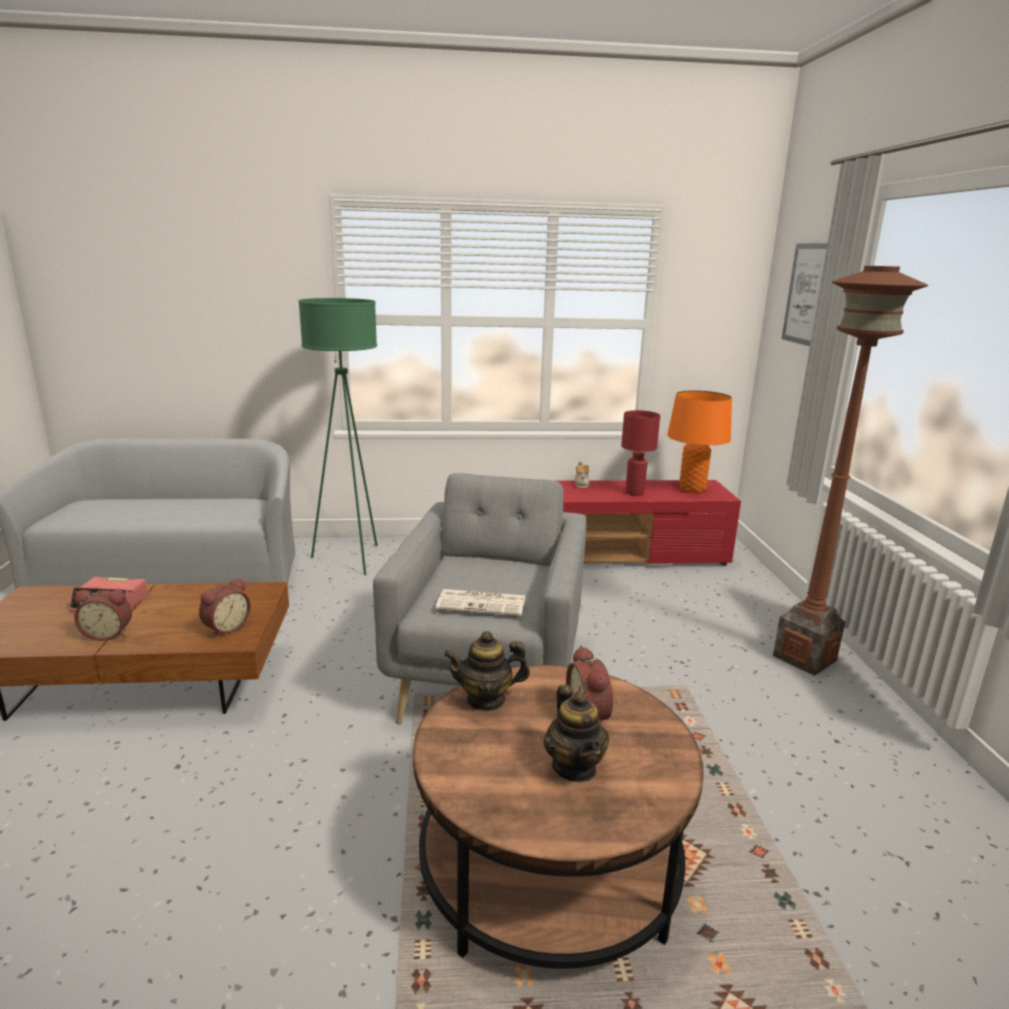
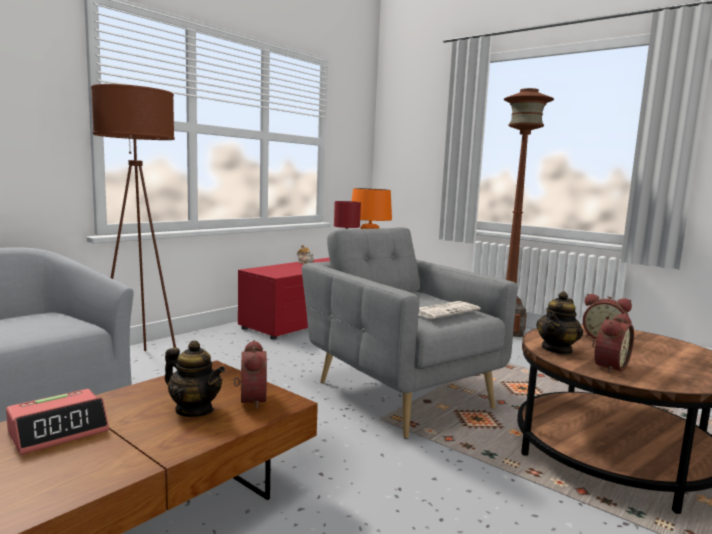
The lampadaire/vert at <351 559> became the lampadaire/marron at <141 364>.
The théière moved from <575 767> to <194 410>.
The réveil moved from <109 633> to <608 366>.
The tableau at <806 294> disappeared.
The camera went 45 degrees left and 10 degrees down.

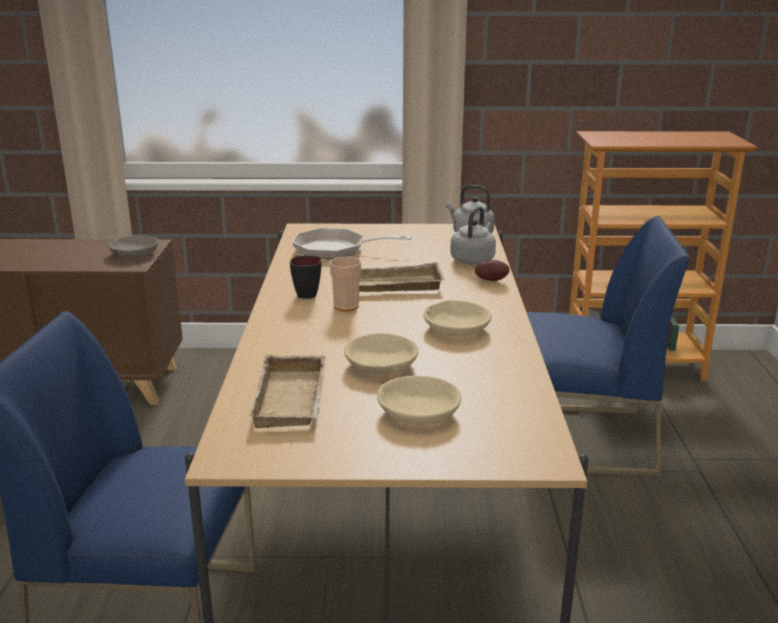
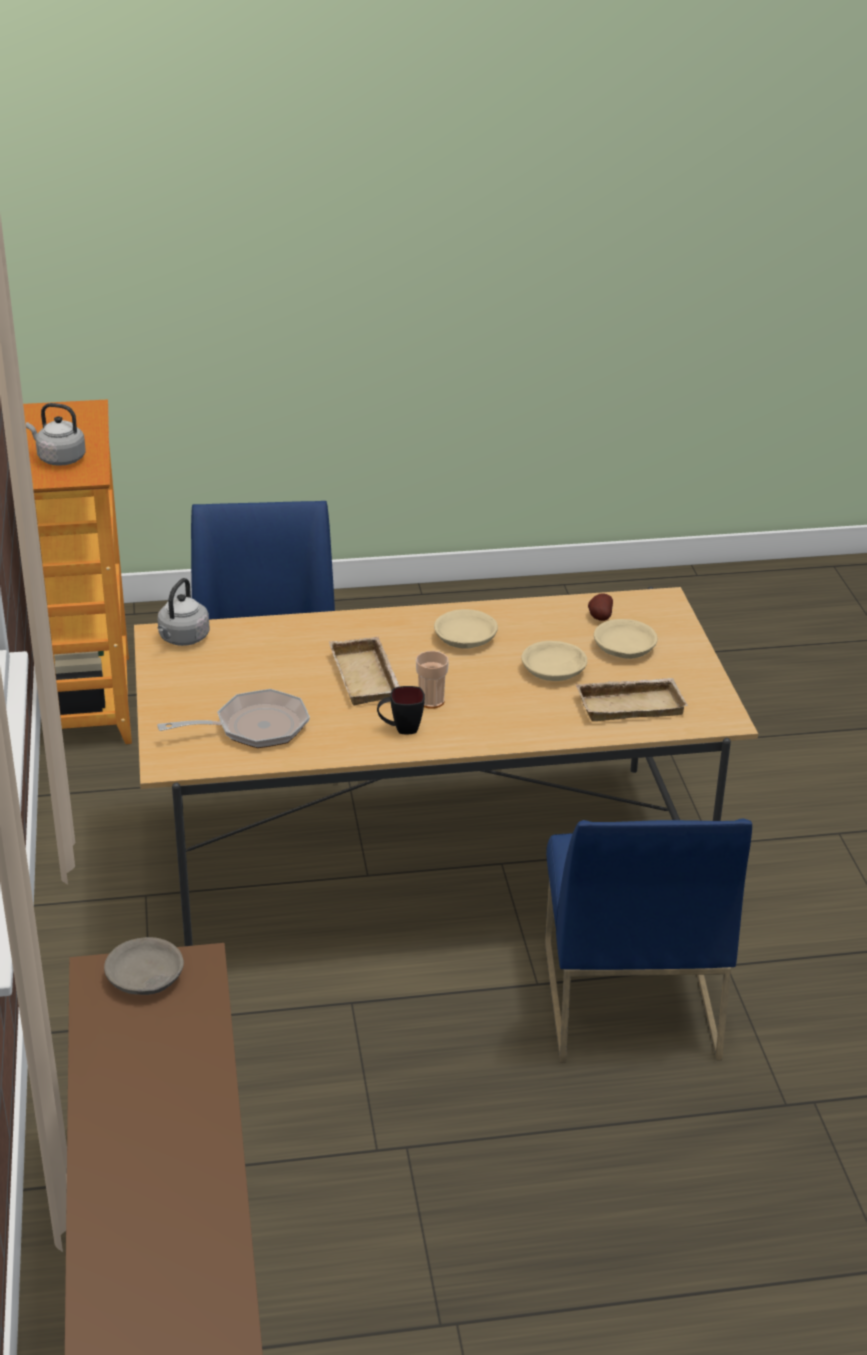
The bouilloire/gris moved from <473 260> to <59 459>.
The poêle at <336 250> turned 105 degrees counterclockwise.
The pomme de terre moved from <492 281> to <599 617>.
The camera went 100 degrees left and 10 degrees up.

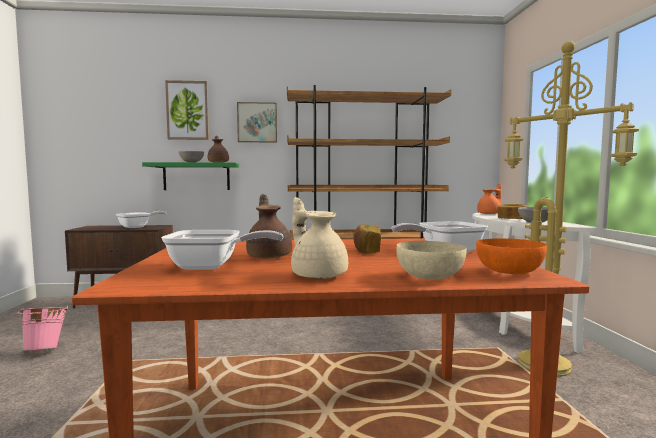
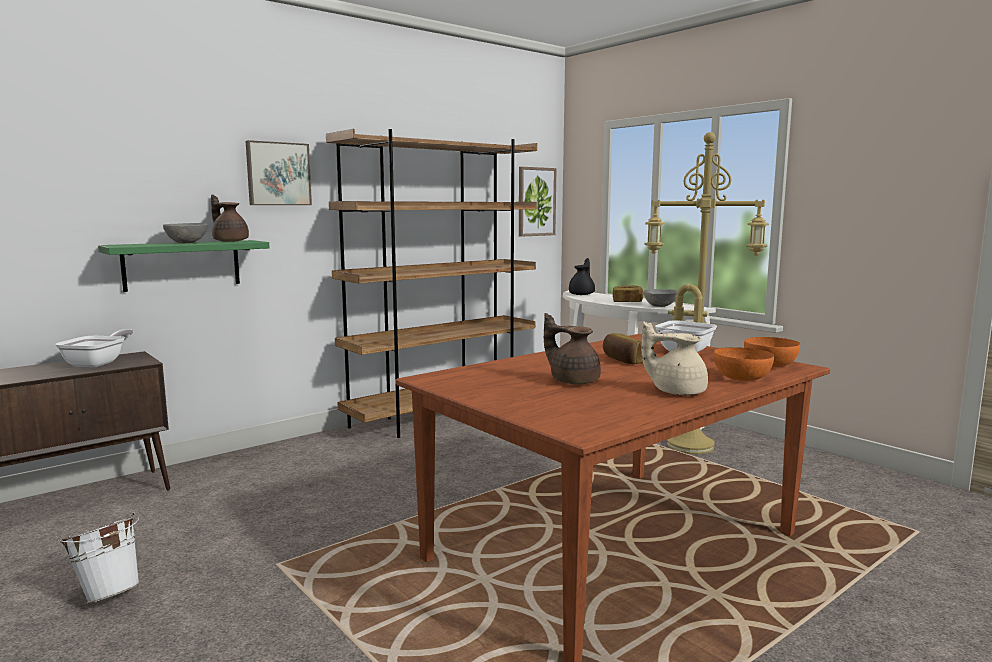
The seau/rose at <45 350> became the seau/blanc at <108 594>.
The tableau moved from <187 110> to <536 201>.
The théière/orange at <490 213> became the théière/noir at <582 294>.
The bol/beige at <430 276> became the bol/orange at <742 377>.
The poêle at <212 267> disappeared.
The camera went 35 degrees left and 5 degrees up.

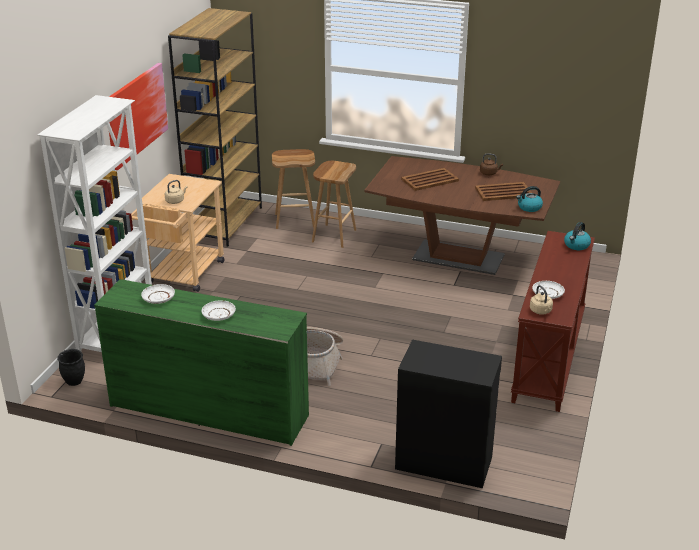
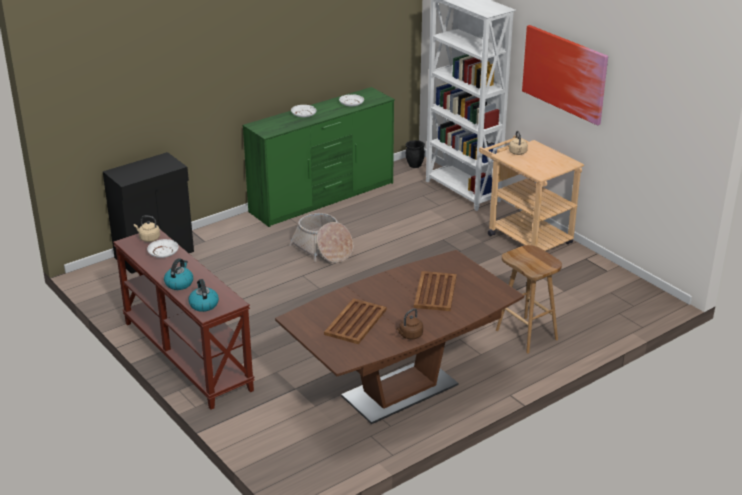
The bouilloire moved from <529 207> to <179 283>.
The bibliothèque/marron at <225 223> disappeared.
The tabouret/marron at <295 220> disappeared.
The camera went 125 degrees right and 0 degrees up.

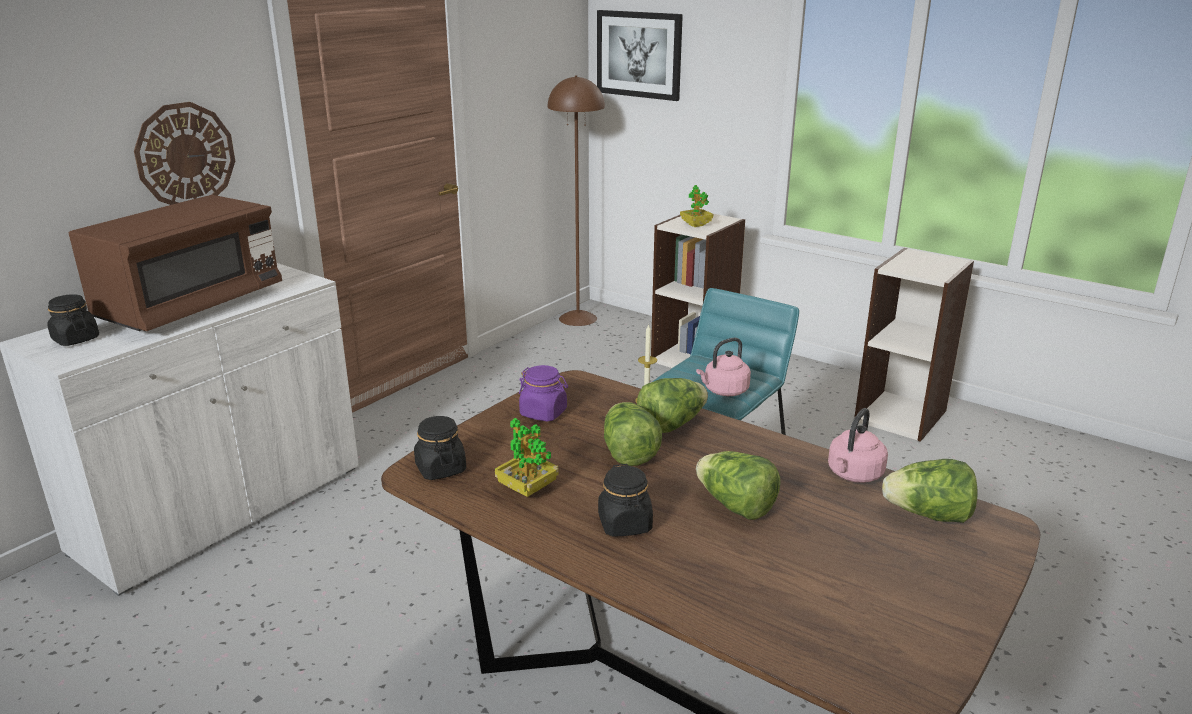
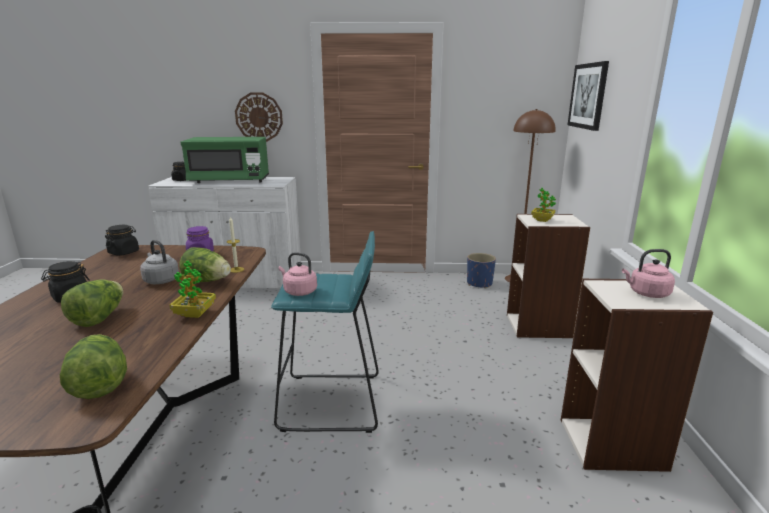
The laitue at <628 453> was replaced by the bouilloire/gris at <160 280>.
The plante en pot moved from <527 489> to <195 314>.
The micro-ondes/marron at <191 305> became the micro-ondes/vert at <230 181>.
The cache-pot/bleu at <479 283> appeared.
The bouilloire/rose moved from <853 475> to <646 293>.
The camera went 55 degrees right and 5 degrees down.

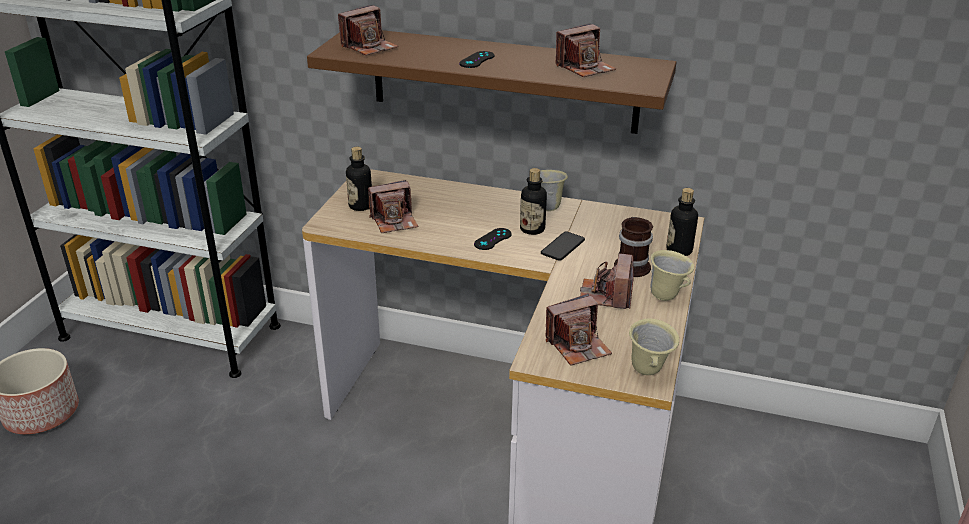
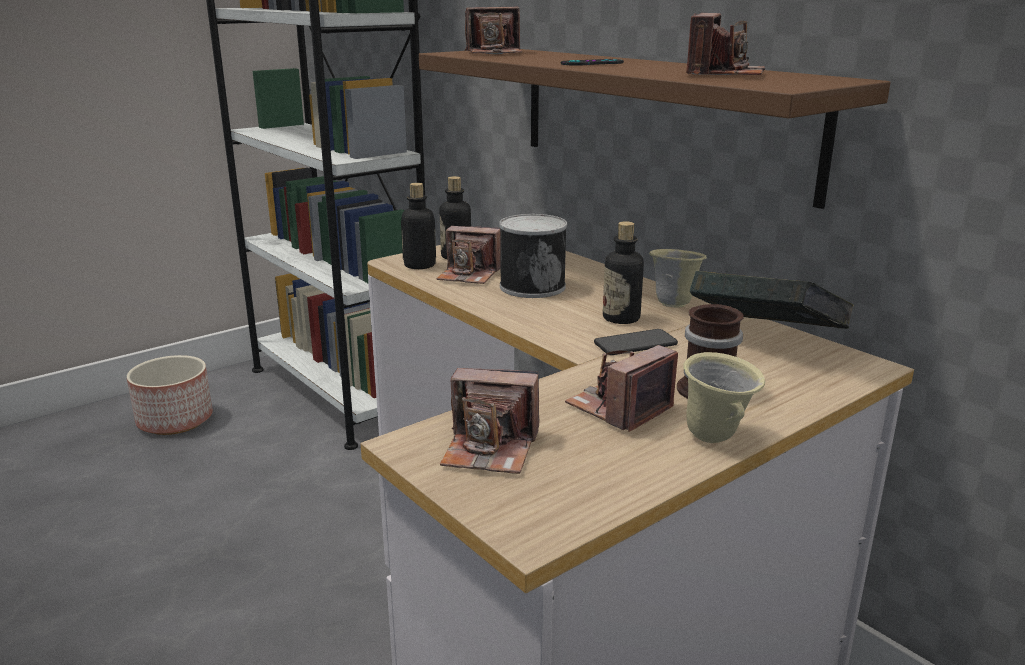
The bouteille moved from <679 250> to <419 265>.
The boîte métallique at <532 286> appeared.
The appareil photo at <585 68> turned 75 degrees counterclockwise.
The livre at <765 339> appeared.
The manette/noir at <493 239> disappeared.
The mug/beige at <649 372> disappeared.
The camera went 35 degrees right and 10 degrees down.

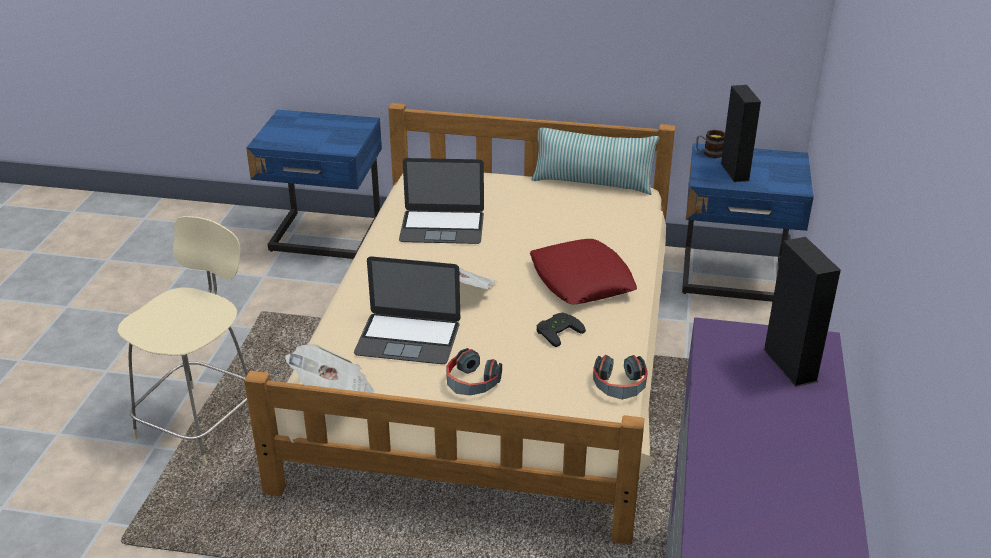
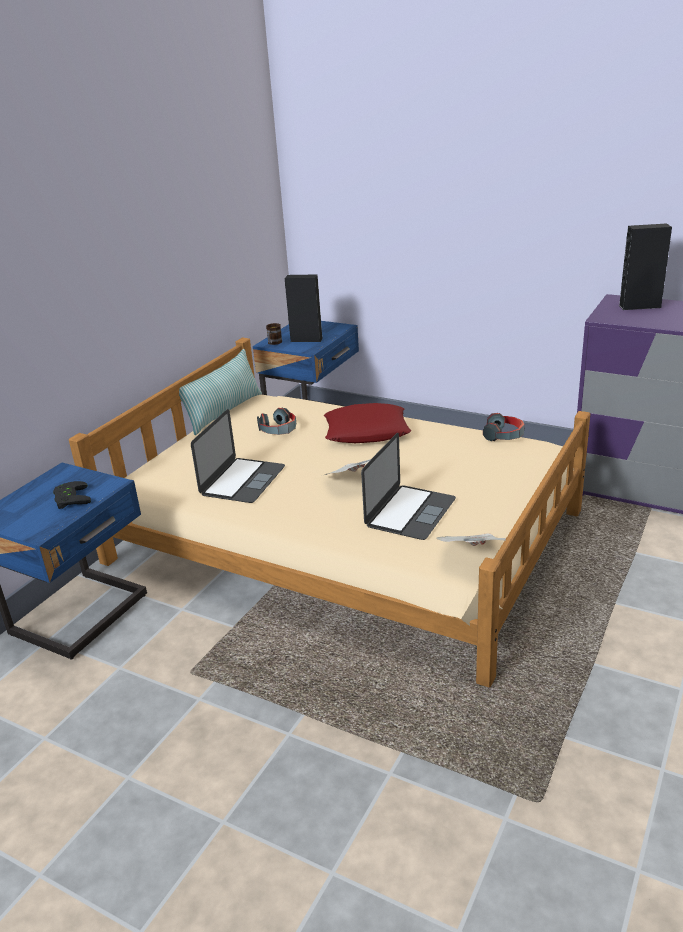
The manette/noir moved from <557 331> to <69 498>.
The casque audio moved from <471 383> to <279 430>.
The chaise/beige at <201 422> disappeared.
The camera went 70 degrees left and 5 degrees down.

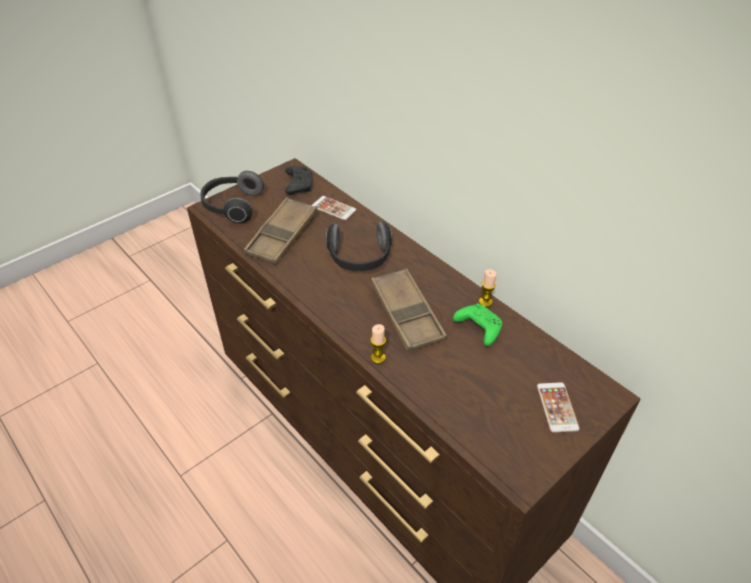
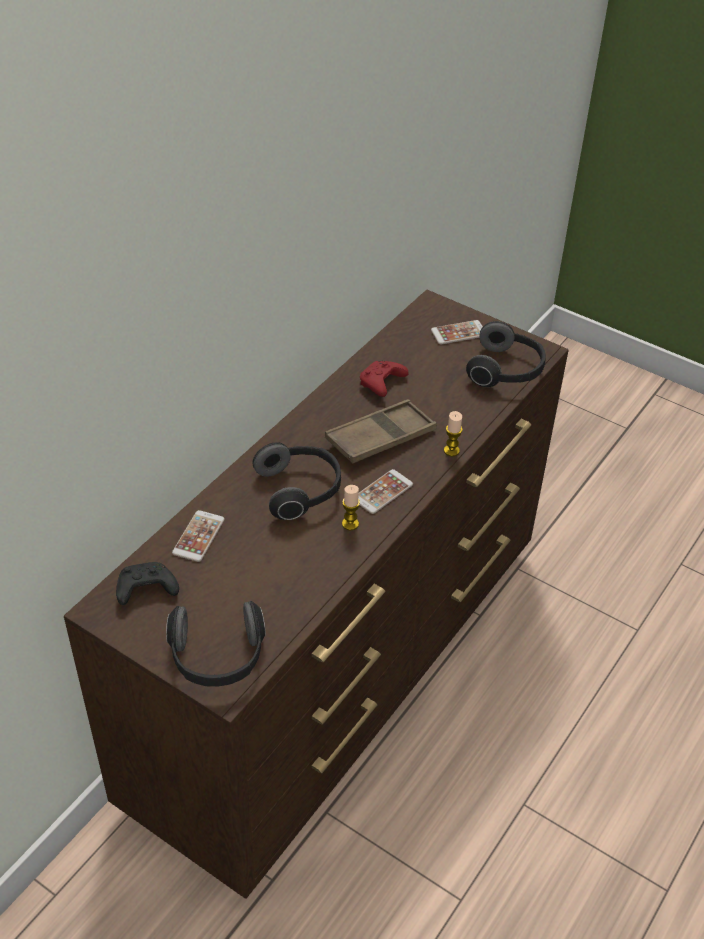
The bougie moved from <485 302> to <350 524>.
The téléphone at <382 492> appeared.
The manette/vert at <478 328> became the manette/rouge at <381 384>.
The casque audio at <506 371> appeared.
The plateau/marron at <282 235> disappeared.
The camera went 105 degrees left and 0 degrees up.

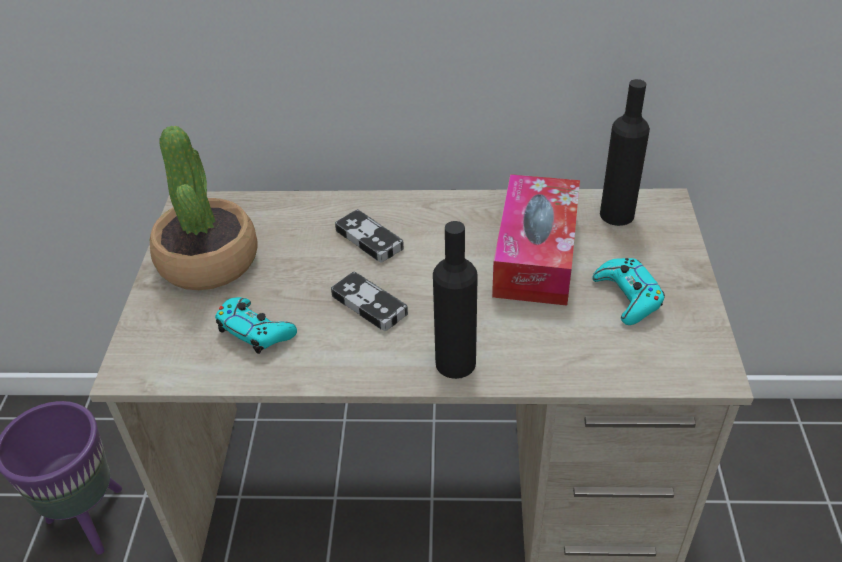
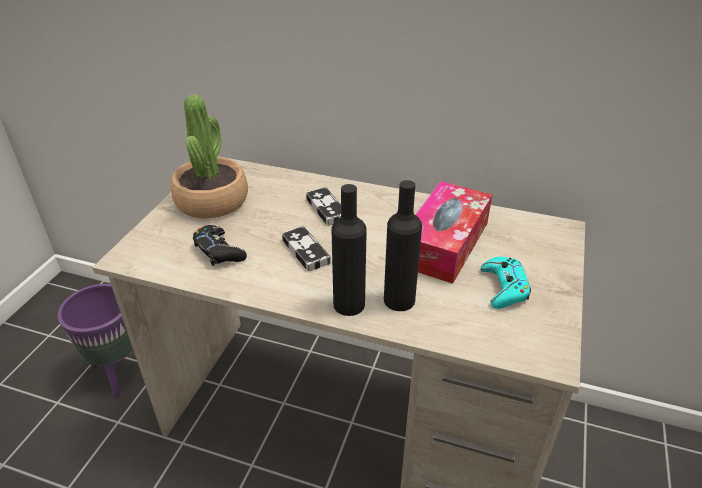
The manette/turquoise at <255 331> became the manette/noir at <219 251>.
The bouteille/noir moved from <617 214> to <399 300>.
The camera went 15 degrees right and 5 degrees down.

